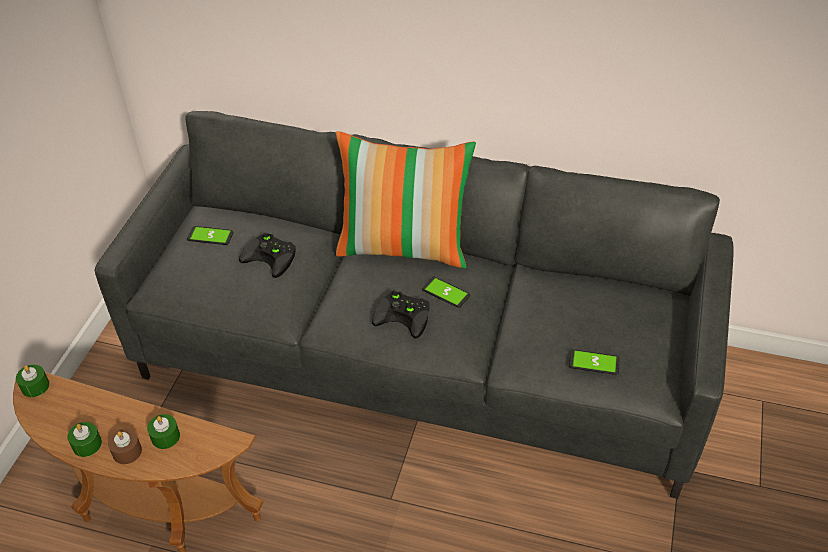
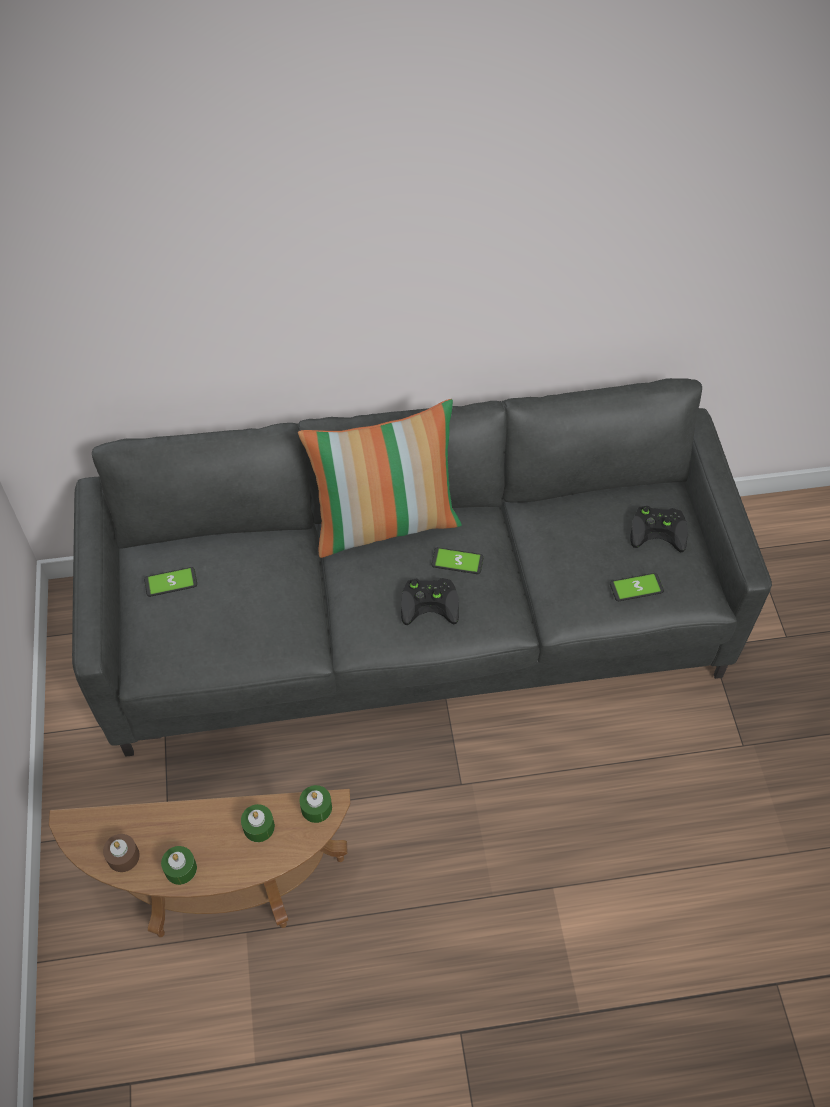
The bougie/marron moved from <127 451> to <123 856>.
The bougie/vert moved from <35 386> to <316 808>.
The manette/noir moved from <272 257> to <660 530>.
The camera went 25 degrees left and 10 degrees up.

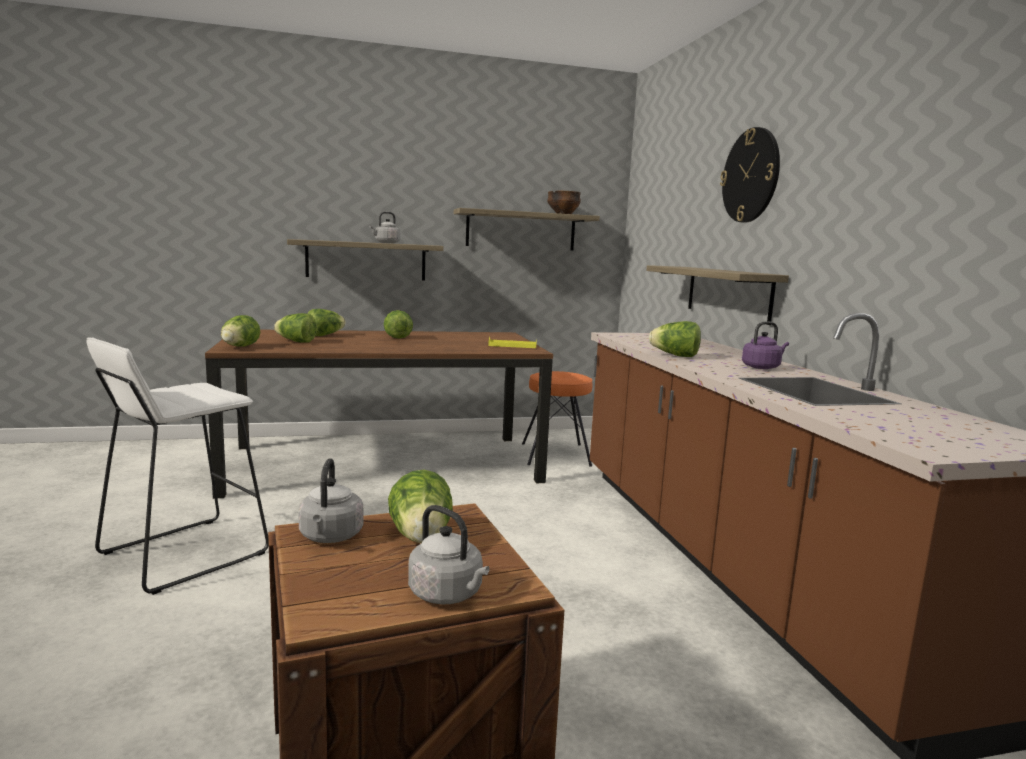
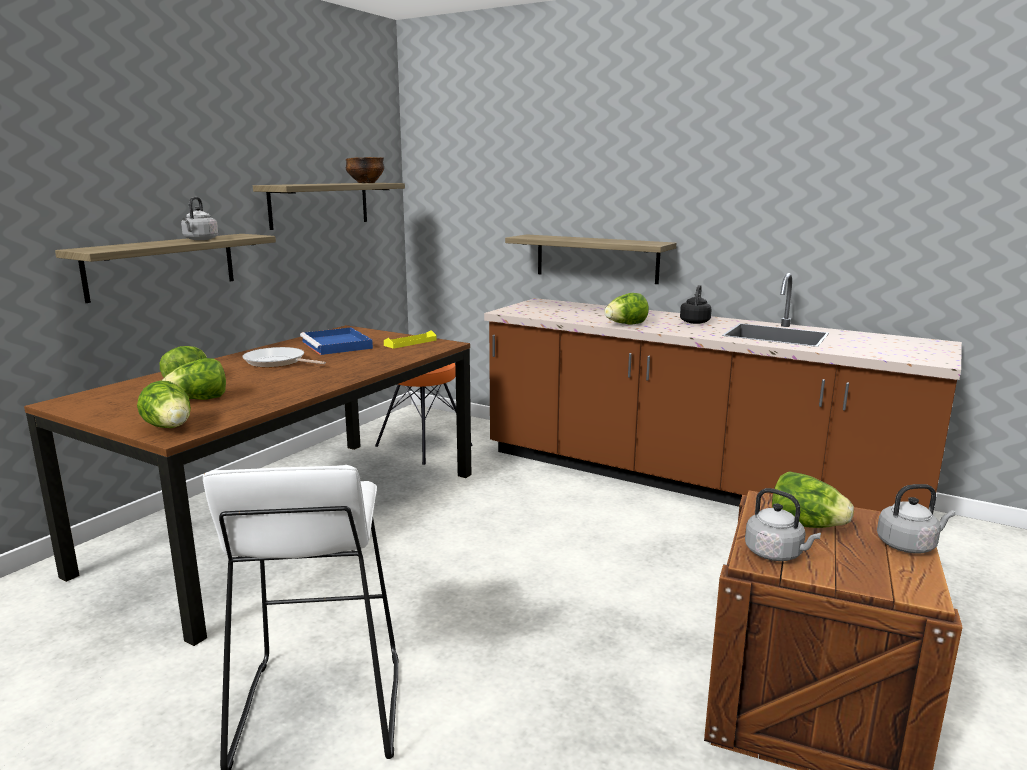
The laitue at <397 338> was replaced by the poêle at <277 362>.
The plateau/bleu at <337 345> appeared.
The bouilloire/violet at <762 367> became the bouilloire/noir at <695 322>.
The horloge murale at <751 175> disappeared.
The camera went 45 degrees left and 5 degrees up.

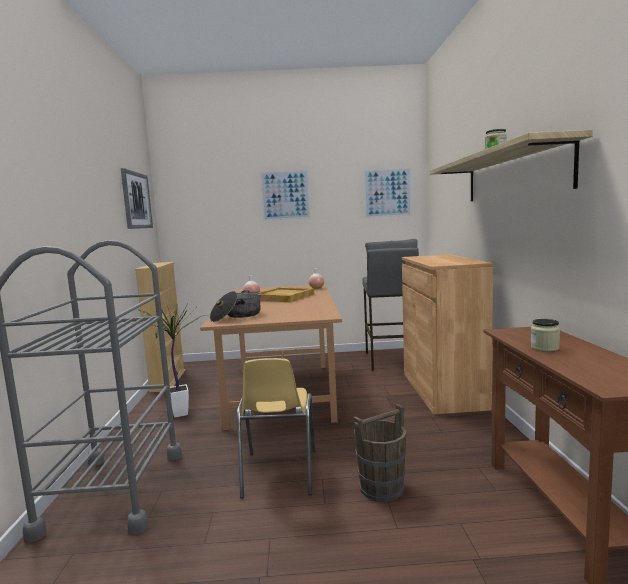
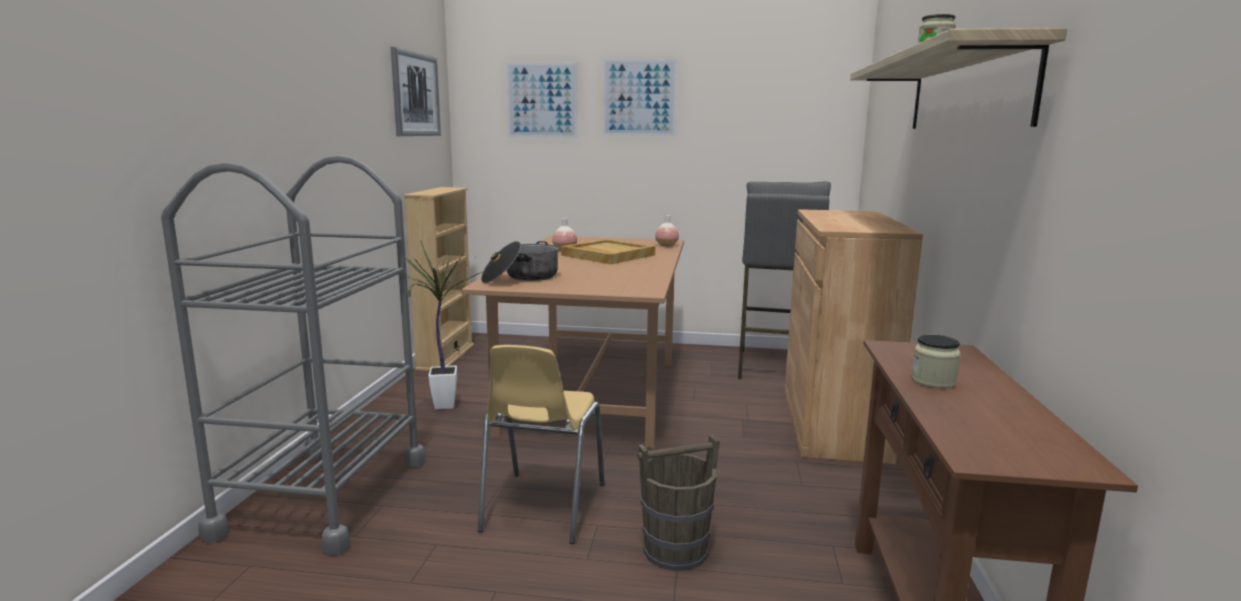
The tableau moved from <387 193> to <542 100>.
The camera went 10 degrees right and 5 degrees up.

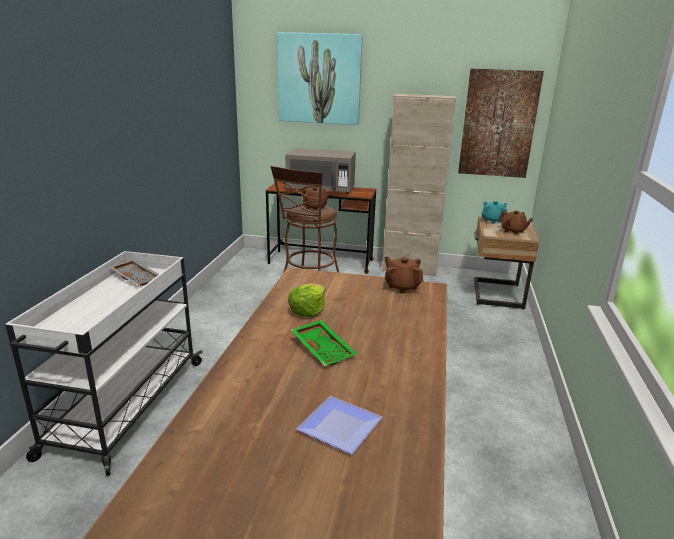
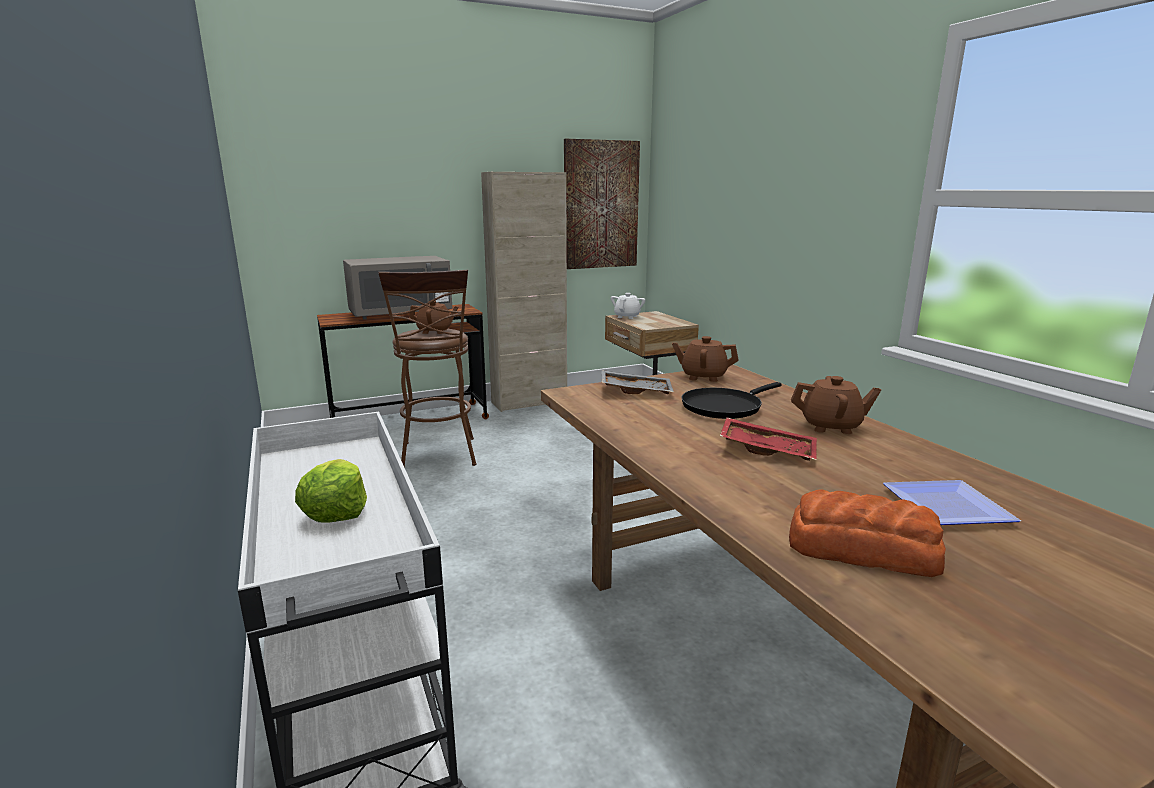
The laitue moved from <308 311> to <336 511>.
The plateau/gris moved from <137 277> to <636 390>.
The théière/turquoise at <493 220> became the théière/blanc at <627 317>.
The poêle/noir at <724 407> appeared.
The plateau/vert at <324 349> became the plateau/rouge at <767 449>.
The pain at <860 549> appeared.
The théière/marron moved from <513 231> to <831 426>.
The tableau at <319 79> disappeared.
The camera went 35 degrees left and 5 degrees down.

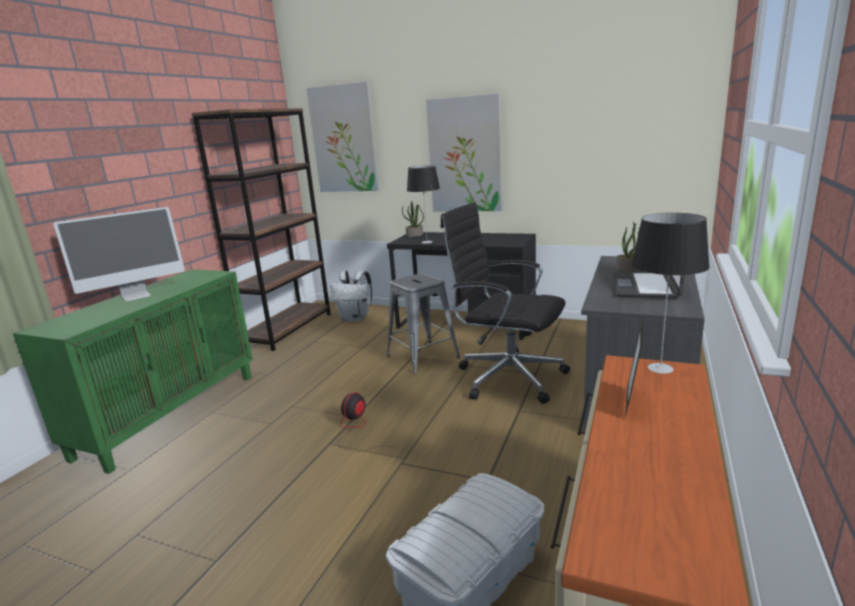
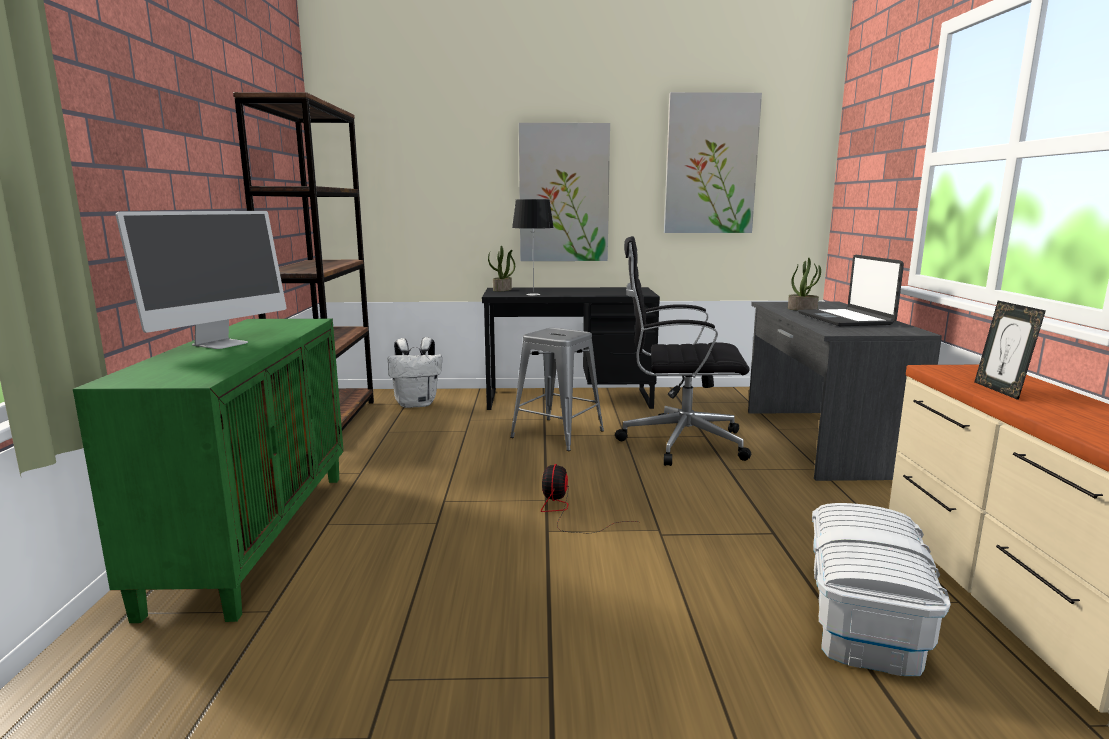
The tableau moved from <344 139> to <710 164>.
The lampe de table at <659 368> disappeared.
The camera went 25 degrees left and 5 degrees down.

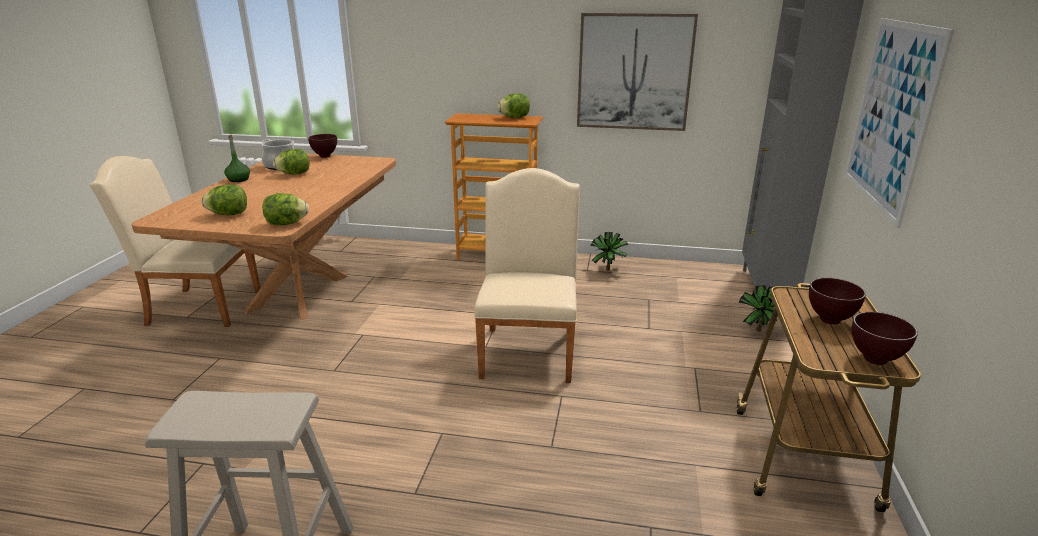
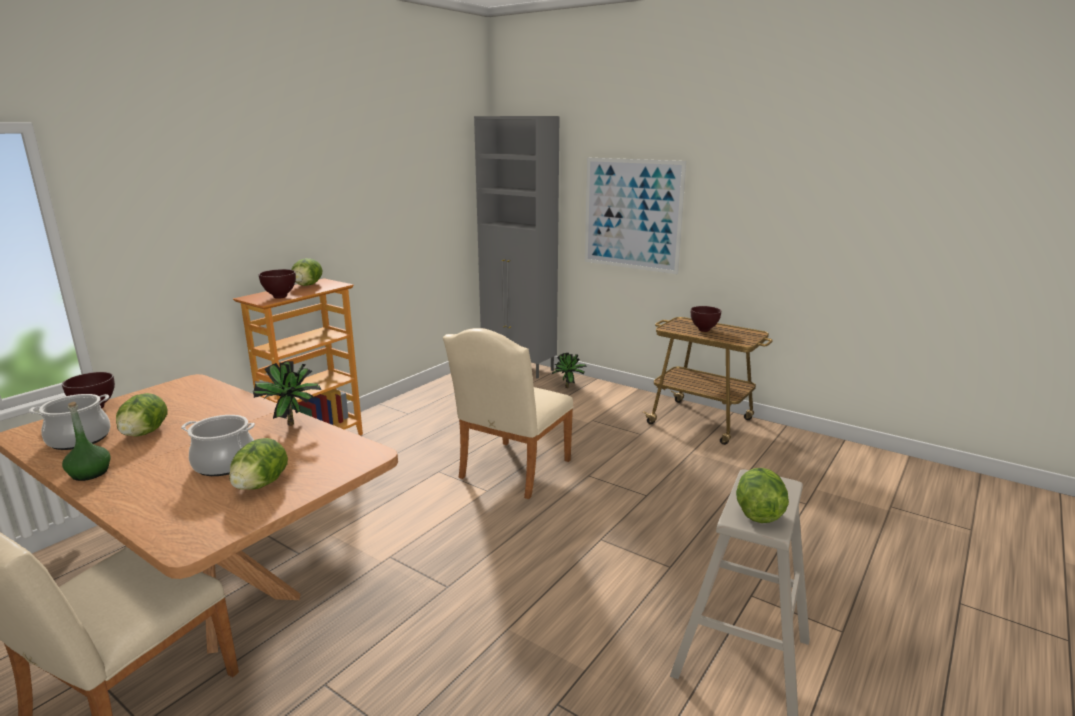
The marmite at <225 464> appeared.
The plante en pot moved from <608 271> to <294 425>.
The bol/marron moved from <876 360> to <281 297>.
The chaise/beige at <529 349> turned 90 degrees counterclockwise.
The laitue moved from <286 224> to <758 513>.
The tableau at <634 72> disappeared.
The camera went 65 degrees left and 5 degrees down.

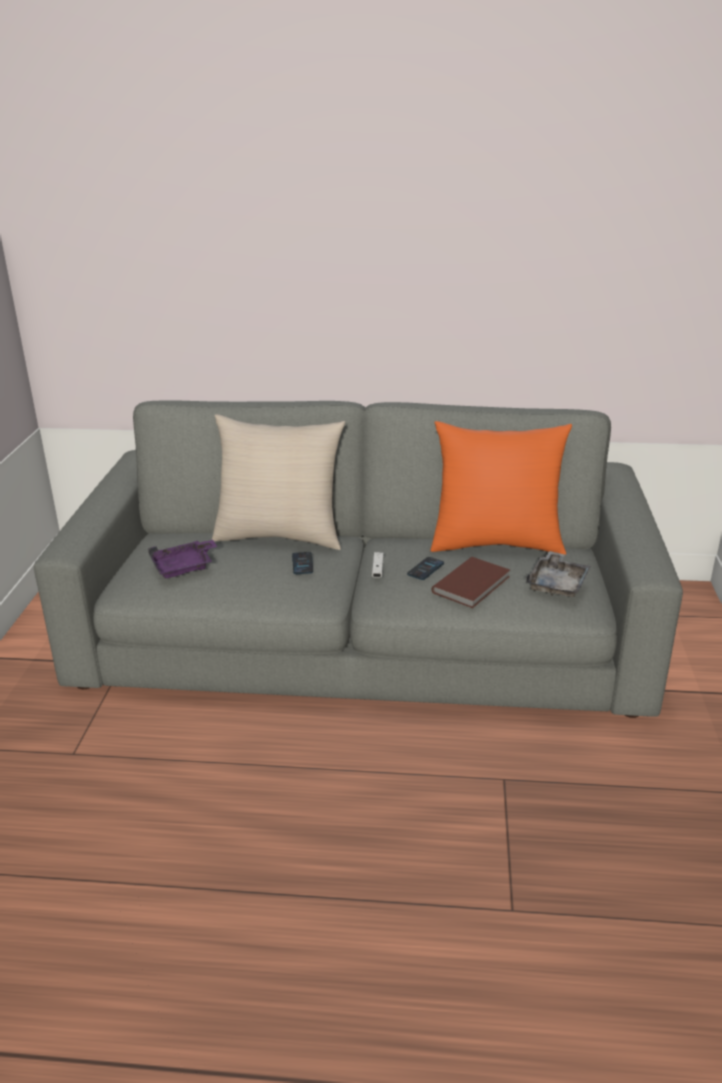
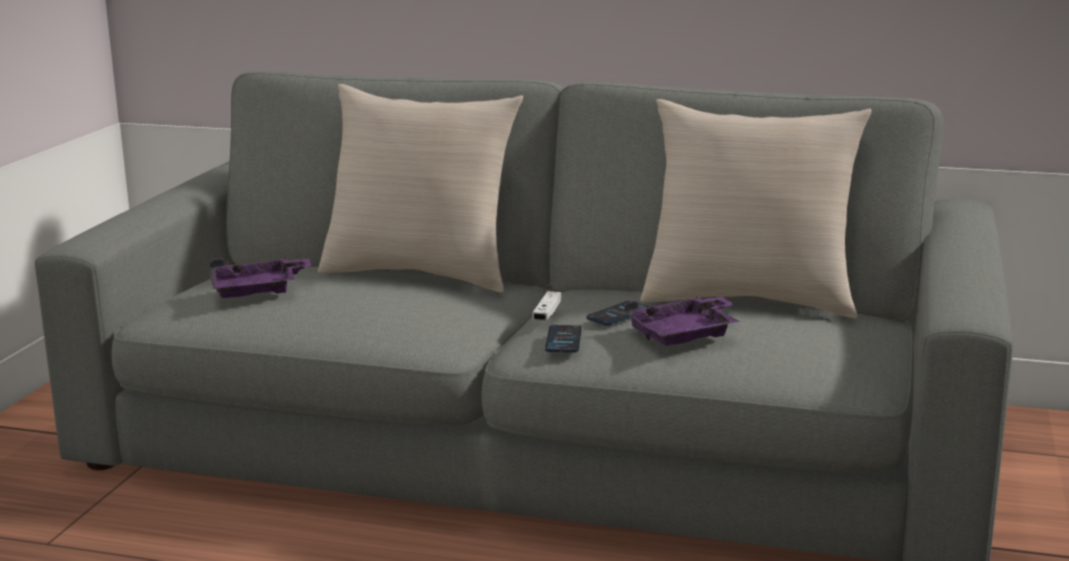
The téléphone moved from <302 564> to <563 340>.
The livre/marron at <473 584> was replaced by the plateau/violet at <684 335>.
The coussin/orange at <496 543> became the coussin/beige at <749 299>.
The plateau/gris at <557 584> disappeared.
The camera went 10 degrees right and 10 degrees down.

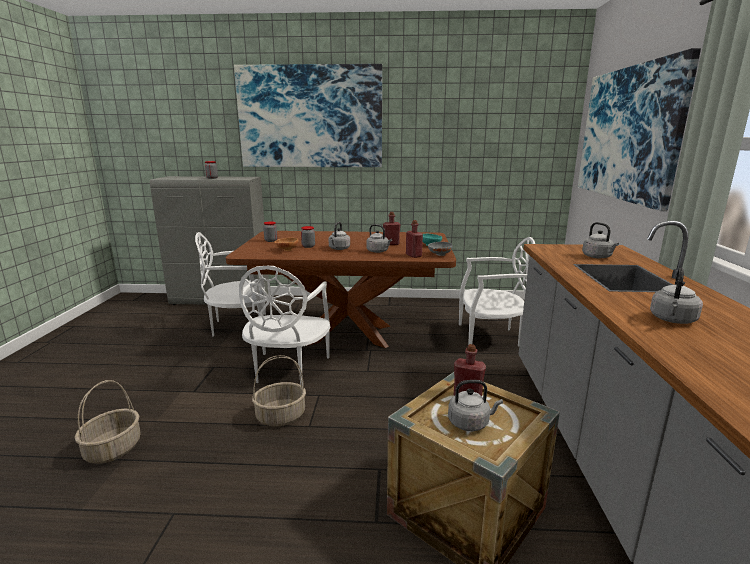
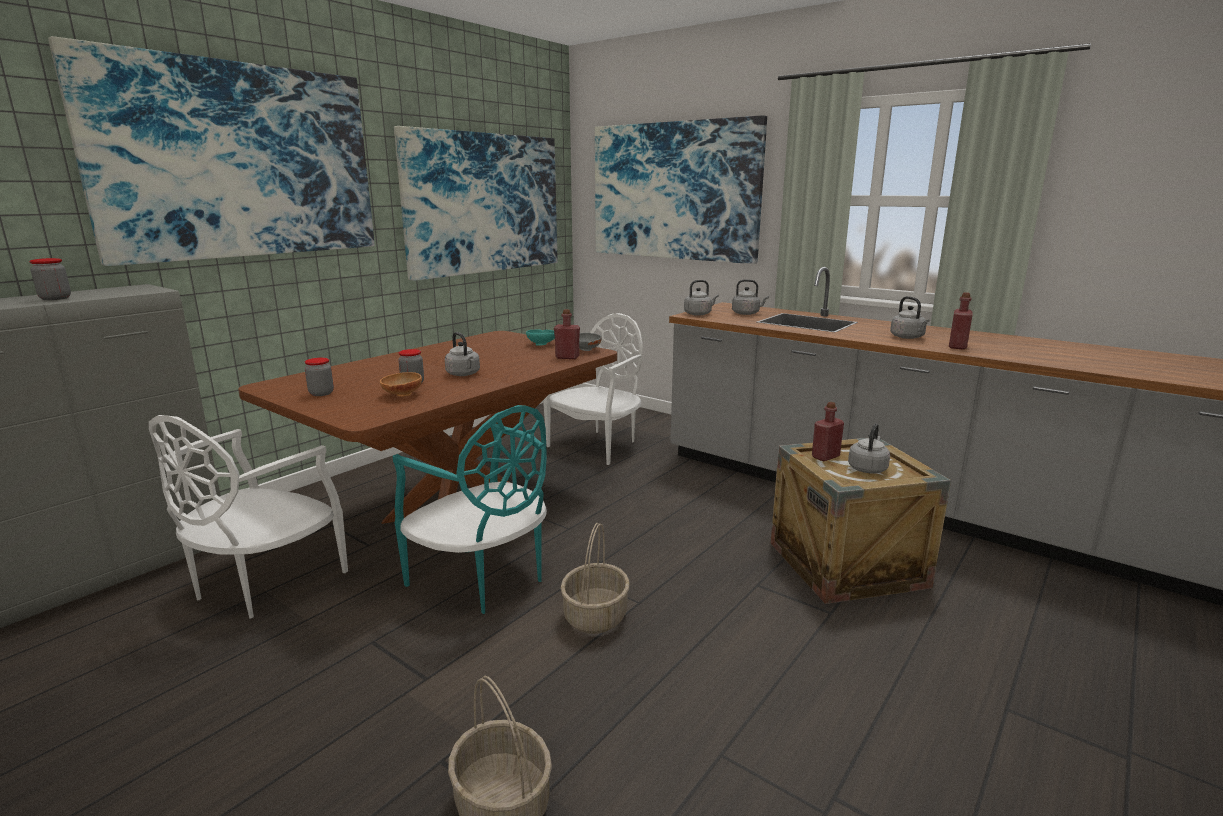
The chaise/blanc at <287 369> became the chaise/turquoise at <483 579>.
The tableau at <484 203> appeared.
The bouilloire/gris moved from <378 251> to <699 314>.
The bouteille/rouge moved from <391 244> to <957 346>.
The camera went 55 degrees left and 0 degrees up.

